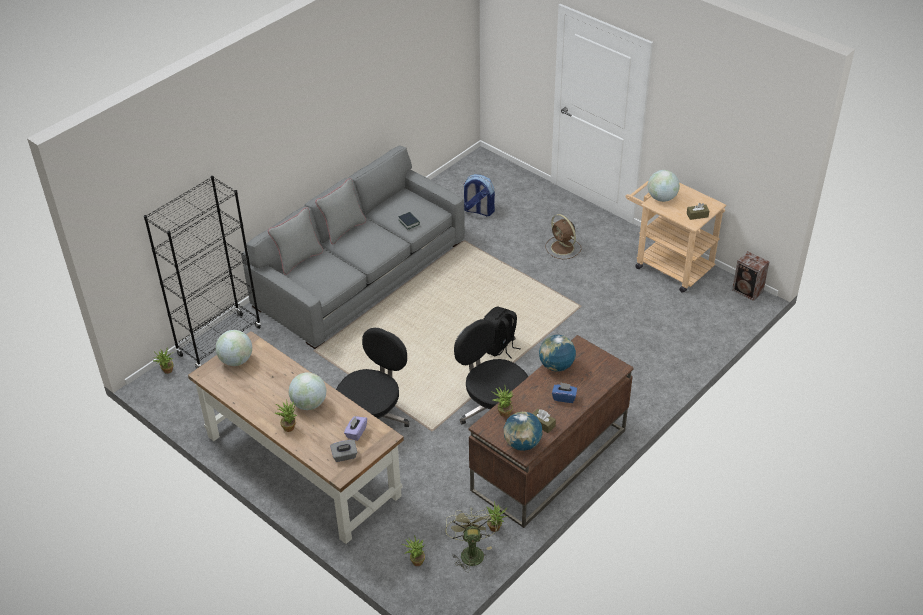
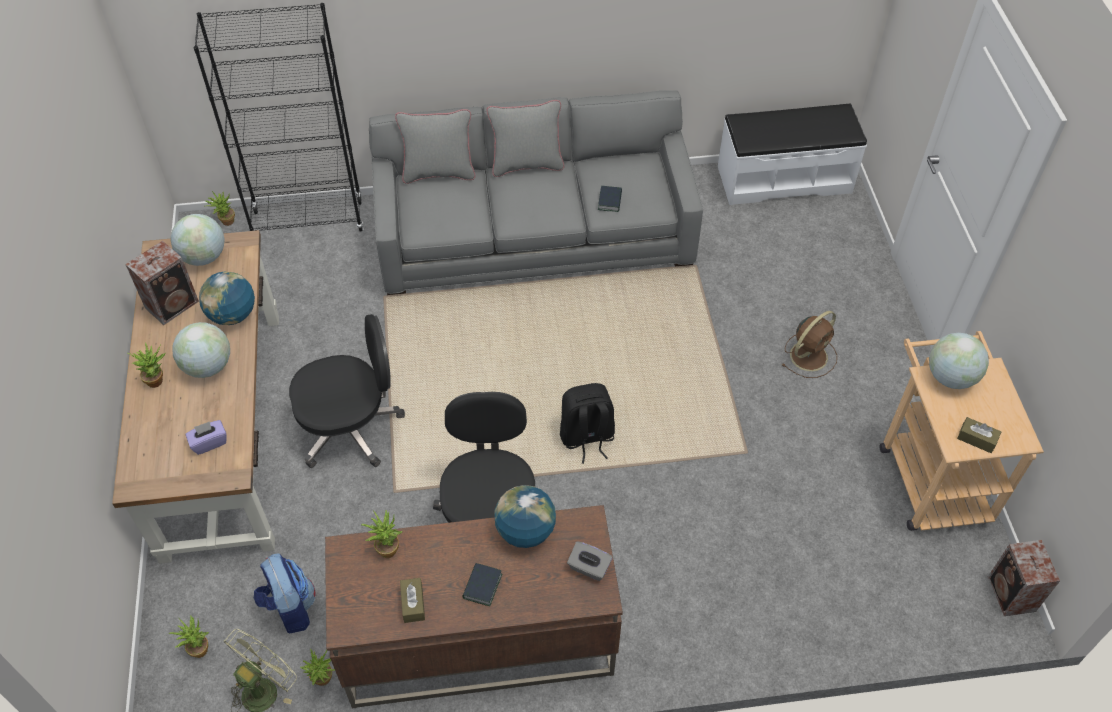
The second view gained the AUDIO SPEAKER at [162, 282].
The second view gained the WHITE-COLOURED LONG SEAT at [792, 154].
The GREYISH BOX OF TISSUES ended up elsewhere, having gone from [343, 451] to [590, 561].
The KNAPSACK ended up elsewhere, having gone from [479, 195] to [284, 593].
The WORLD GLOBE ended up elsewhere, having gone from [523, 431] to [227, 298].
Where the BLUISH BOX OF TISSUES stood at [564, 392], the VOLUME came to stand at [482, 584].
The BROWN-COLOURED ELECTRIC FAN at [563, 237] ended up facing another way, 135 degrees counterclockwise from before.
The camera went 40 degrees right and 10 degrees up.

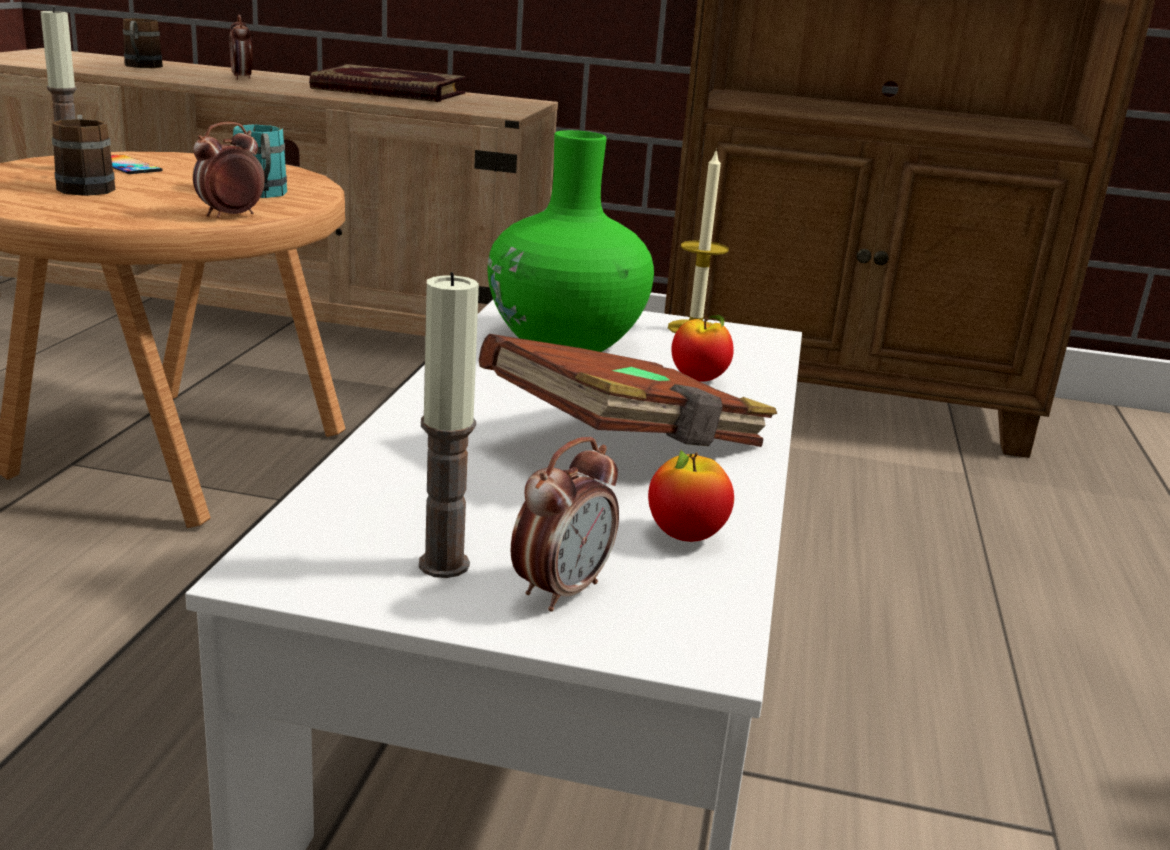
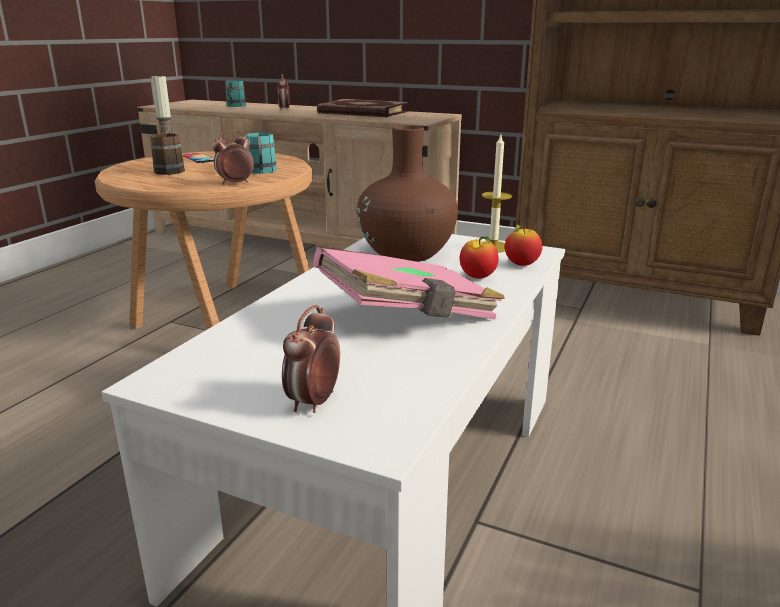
The second view lost the WAX LIGHT at [449, 425].
The WHOLE APPLE ended up elsewhere, having gone from [691, 496] to [524, 245].
What was the BROWN-COLOURED COFFEE MUG at [143, 43] turned into the TURQUOISE COFFEE MUG at [235, 93].
What was the BROWN-COLOURED VOLUME at [628, 390] turned into the PINK-COLOURED VOLUME at [409, 283].
What was the GREEN VASE at [570, 241] turned into the BROWN-COLOURED VASE at [407, 193].
The BEDSIDE CLOCK at [565, 524] ended up facing another way, 150 degrees clockwise from before.
The camera went 15 degrees right and 0 degrees up.

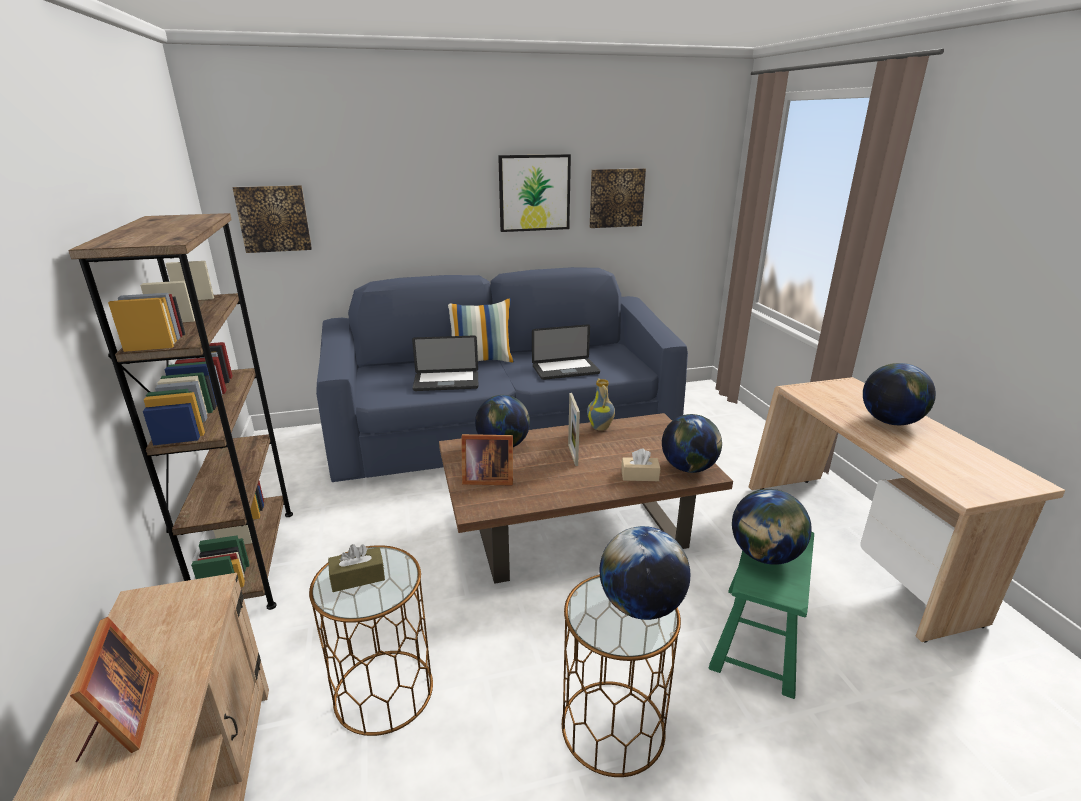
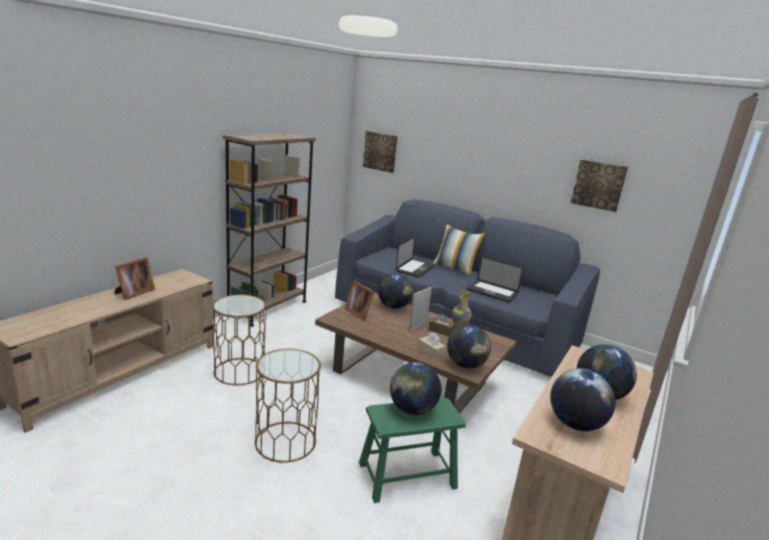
The second view lost the PICTURE at [534, 193].
The BROWN-COLOURED BOX OF TISSUES ended up elsewhere, having gone from [356, 568] to [441, 325].
The WORLD GLOBE ended up elsewhere, having gone from [645, 573] to [583, 399].
The PORTABLE COMPUTER at [445, 363] ended up facing another way, 105 degrees counterclockwise from before.
The camera went 45 degrees right and 5 degrees down.

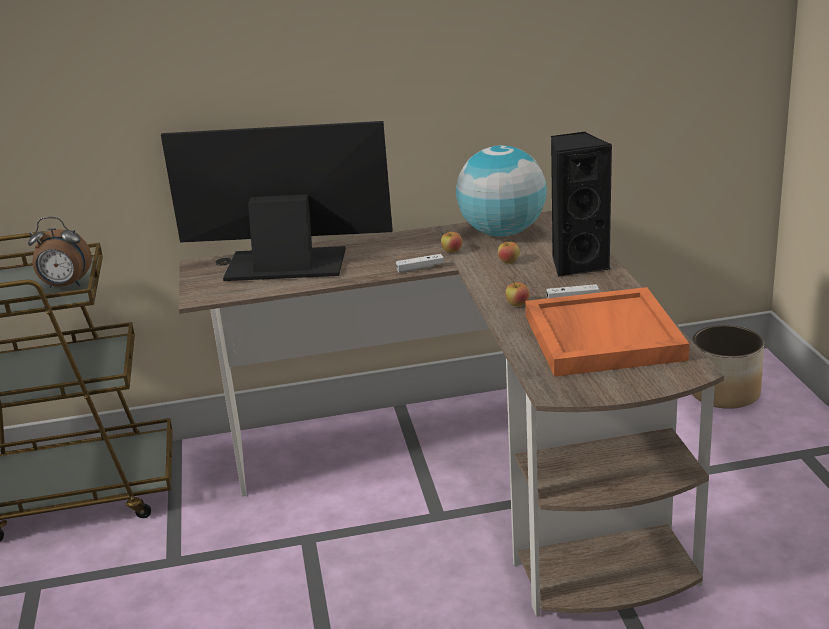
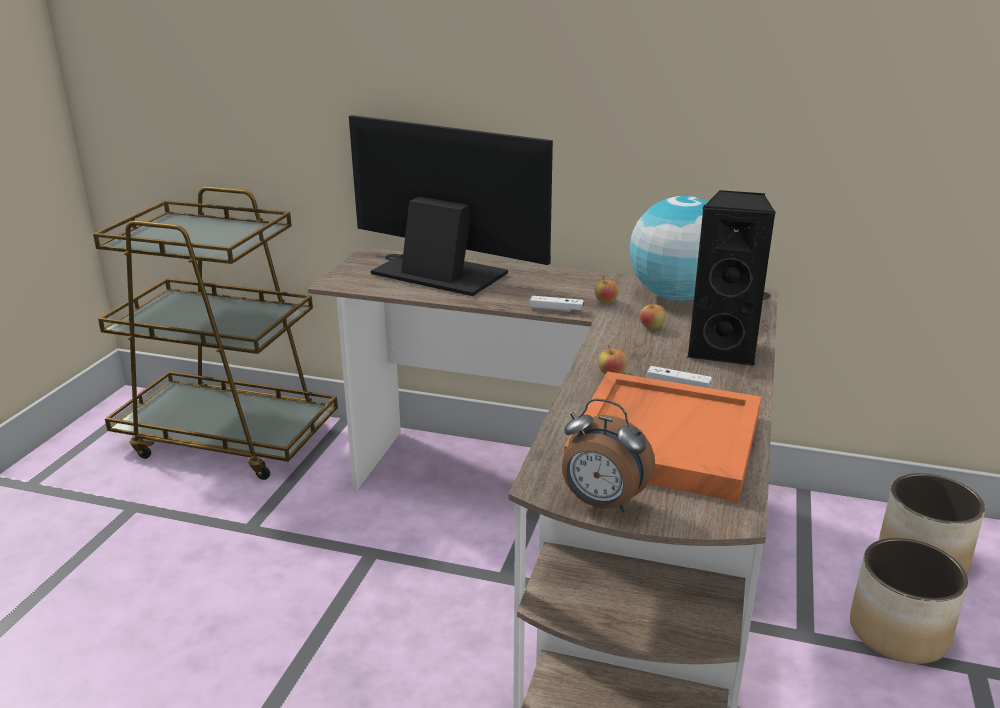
The second view gained the PLANT POT at [909, 601].
The BEDSIDE CLOCK ended up elsewhere, having gone from [60, 252] to [608, 455].
The camera went 25 degrees right and 0 degrees up.

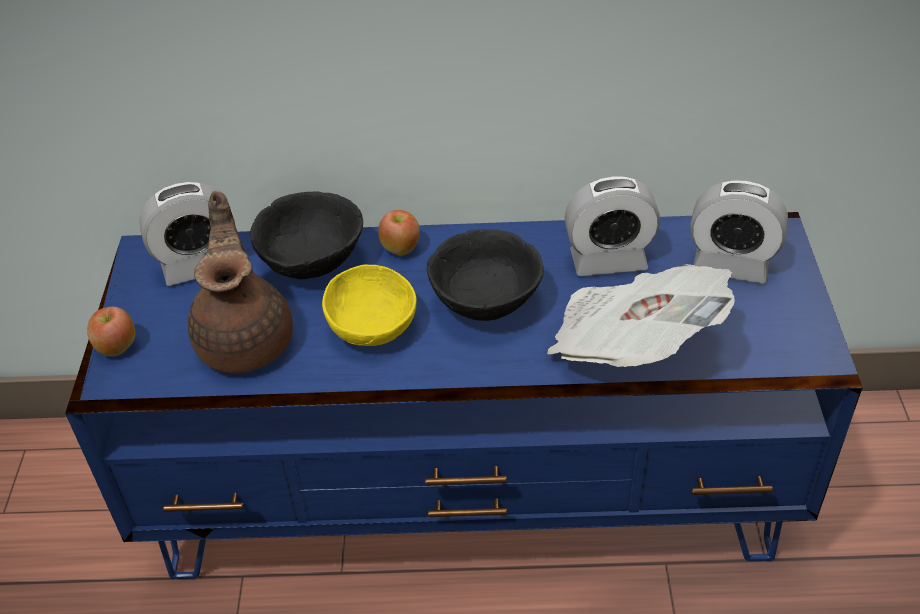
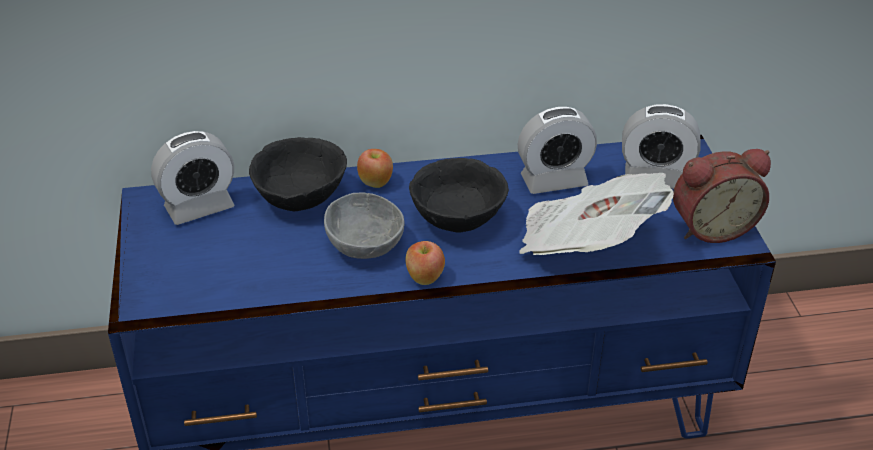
The second view lost the BROWN-COLOURED TEAPOT at [240, 282].
The second view gained the BEDSIDE CLOCK at [722, 196].
The WHOLE APPLE ended up elsewhere, having gone from [111, 331] to [425, 263].
What was the YELLOW-COLOURED SERVING BOWL at [369, 305] turned into the GREYISH SERVING BOWL at [364, 225].
The camera went 10 degrees left and 5 degrees down.

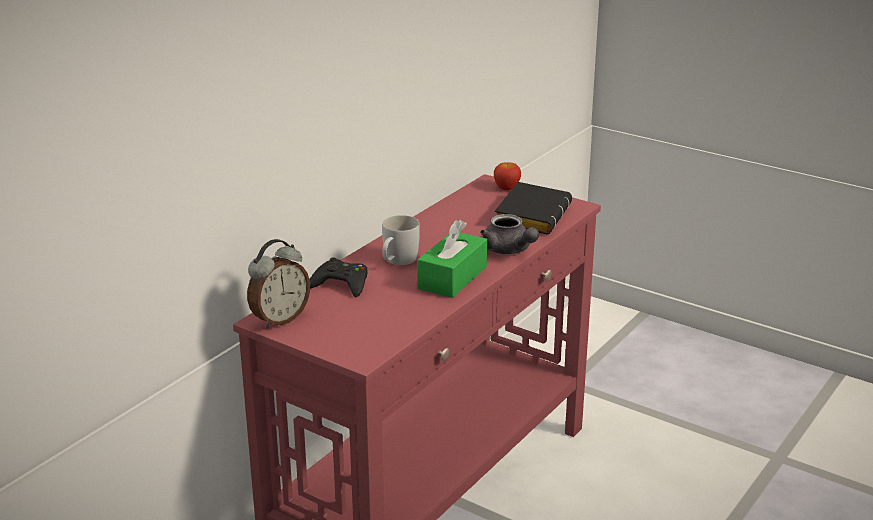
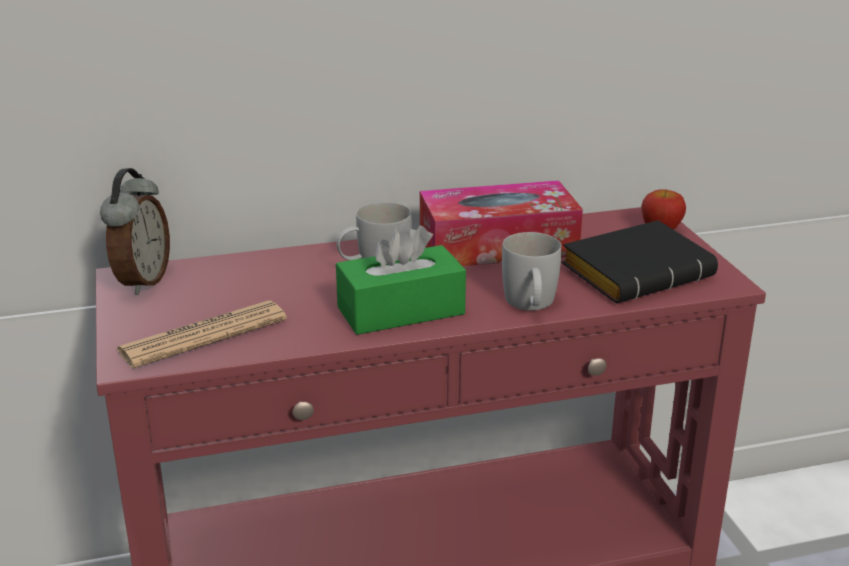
The second view lost the BLACKISH GAMEPAD at [338, 277].
The second view gained the DAILY PAPER at [201, 334].
The second view gained the BOX OF TISSUES at [501, 223].
Where the GREYISH TEAPOT stood at [509, 234], the WHITE-COLOURED COFFEE MUG came to stand at [532, 271].
The BEDSIDE CLOCK at [278, 284] ended up facing another way, 75 degrees counterclockwise from before.
The camera went 40 degrees right and 0 degrees up.

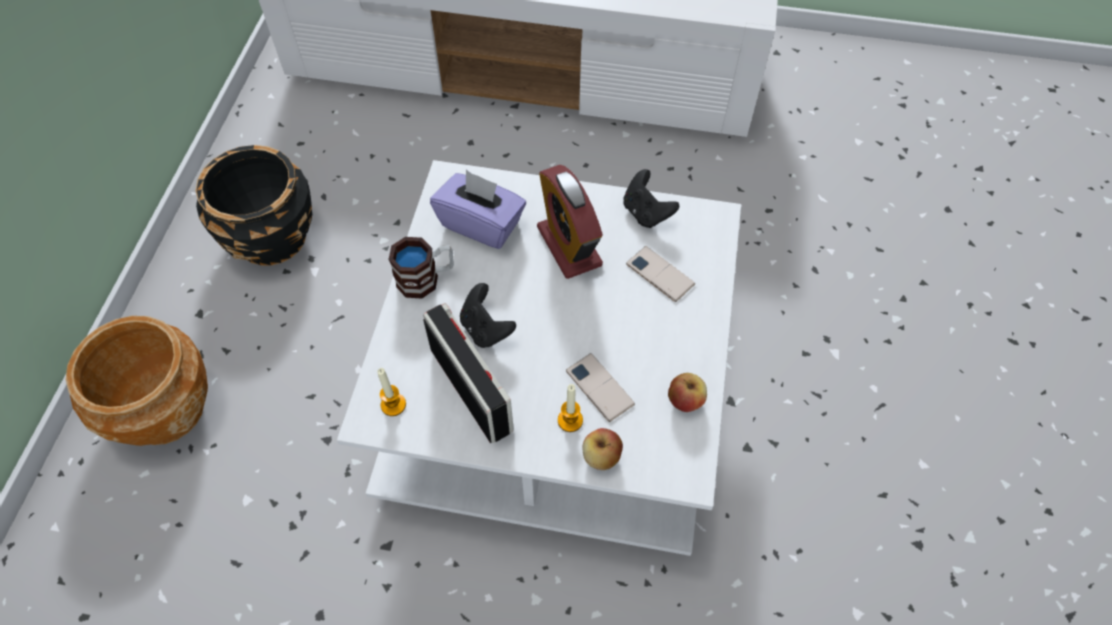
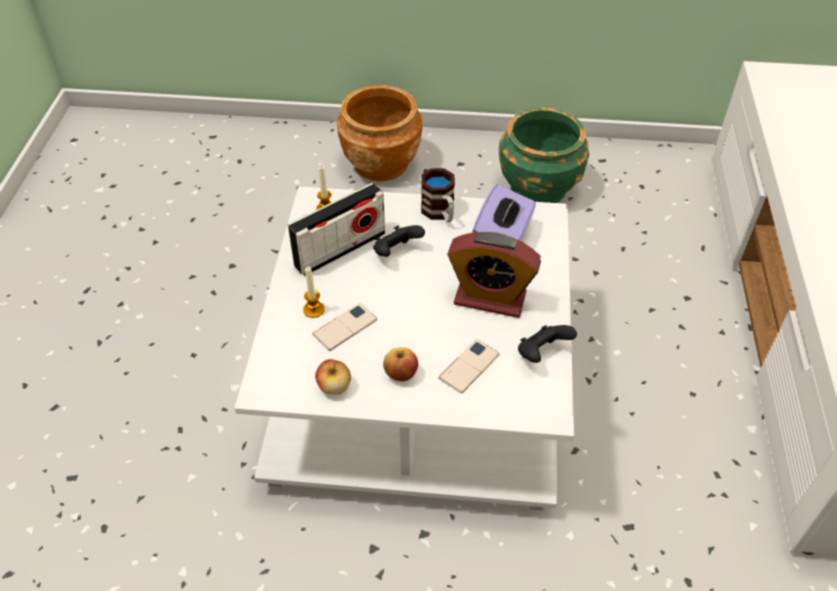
The WHOLE APPLE ended up elsewhere, having gone from [602, 449] to [400, 364].
What was the BLACKISH PLANT POT at [254, 205] turned into the GREEN PLANT POT at [544, 155].
The BEDSIDE CLOCK at [570, 222] ended up facing another way, 135 degrees counterclockwise from before.
The camera went 85 degrees right and 10 degrees down.

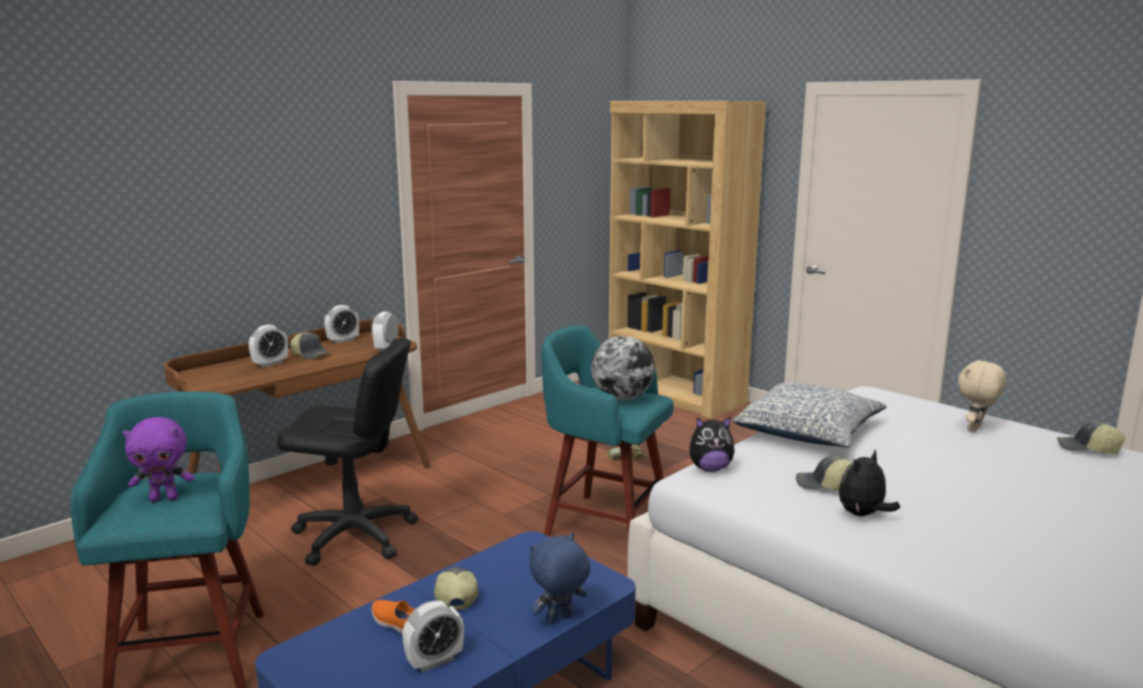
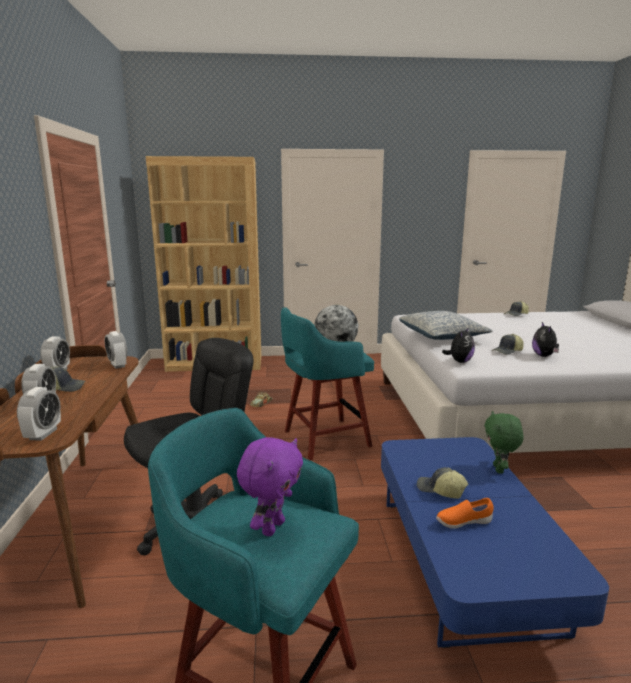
The second view lost the BEIGE-COLOURED CUDDLY TOY at [982, 396].
The BEDSIDE CLOCK ended up elsewhere, having gone from [433, 636] to [39, 414].
What was the BLUISH CUDDLY TOY at [560, 579] turned into the GREEN CUDDLY TOY at [504, 442].
The camera went 50 degrees left and 0 degrees up.

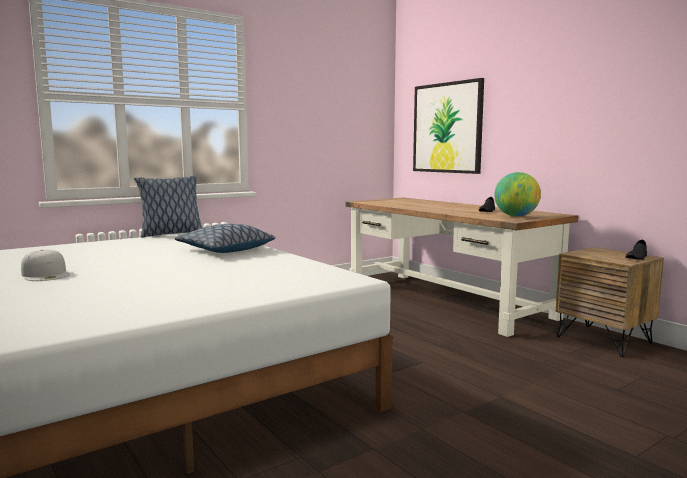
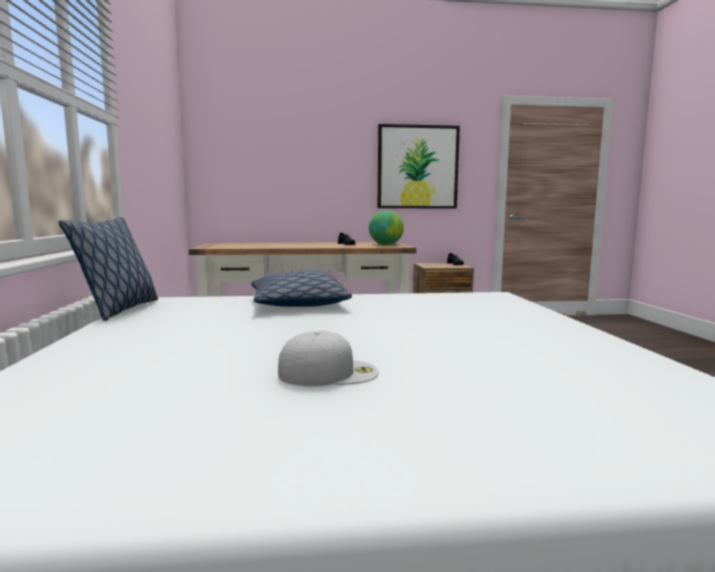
The PICTURE ended up elsewhere, having gone from [448, 126] to [419, 166].
The camera went 60 degrees left and 0 degrees up.

